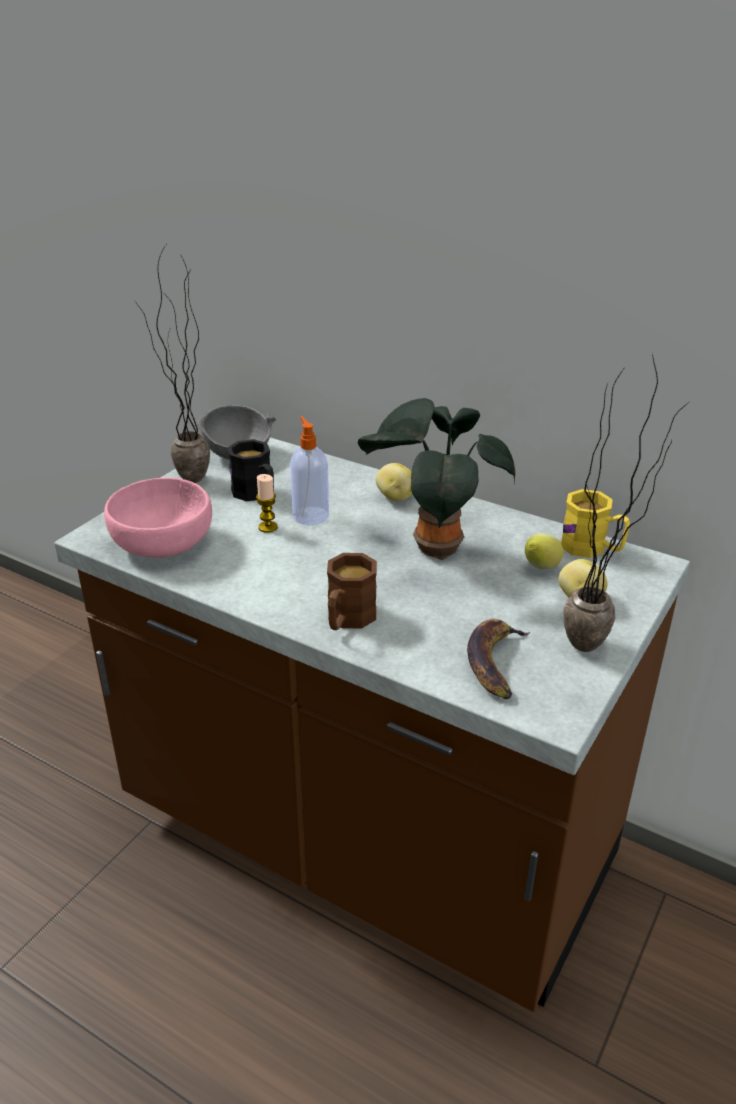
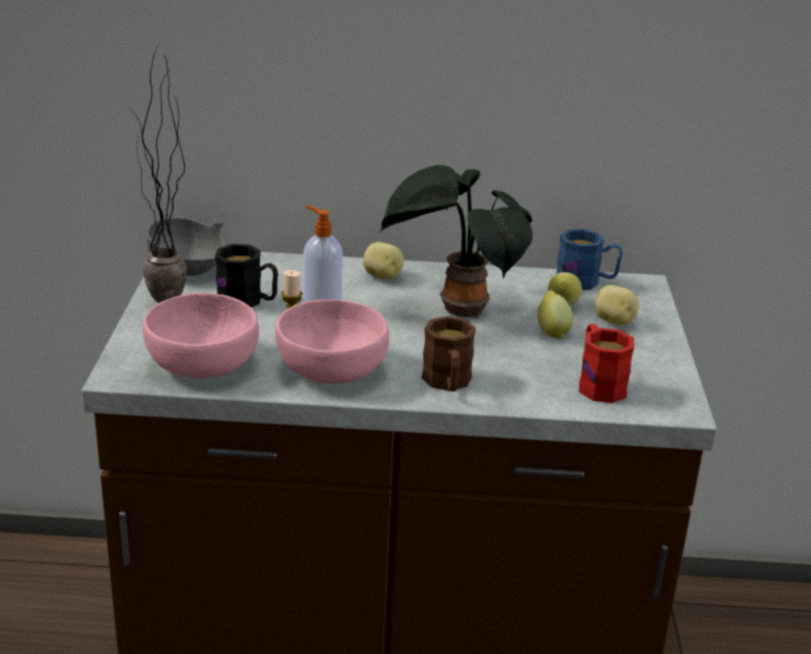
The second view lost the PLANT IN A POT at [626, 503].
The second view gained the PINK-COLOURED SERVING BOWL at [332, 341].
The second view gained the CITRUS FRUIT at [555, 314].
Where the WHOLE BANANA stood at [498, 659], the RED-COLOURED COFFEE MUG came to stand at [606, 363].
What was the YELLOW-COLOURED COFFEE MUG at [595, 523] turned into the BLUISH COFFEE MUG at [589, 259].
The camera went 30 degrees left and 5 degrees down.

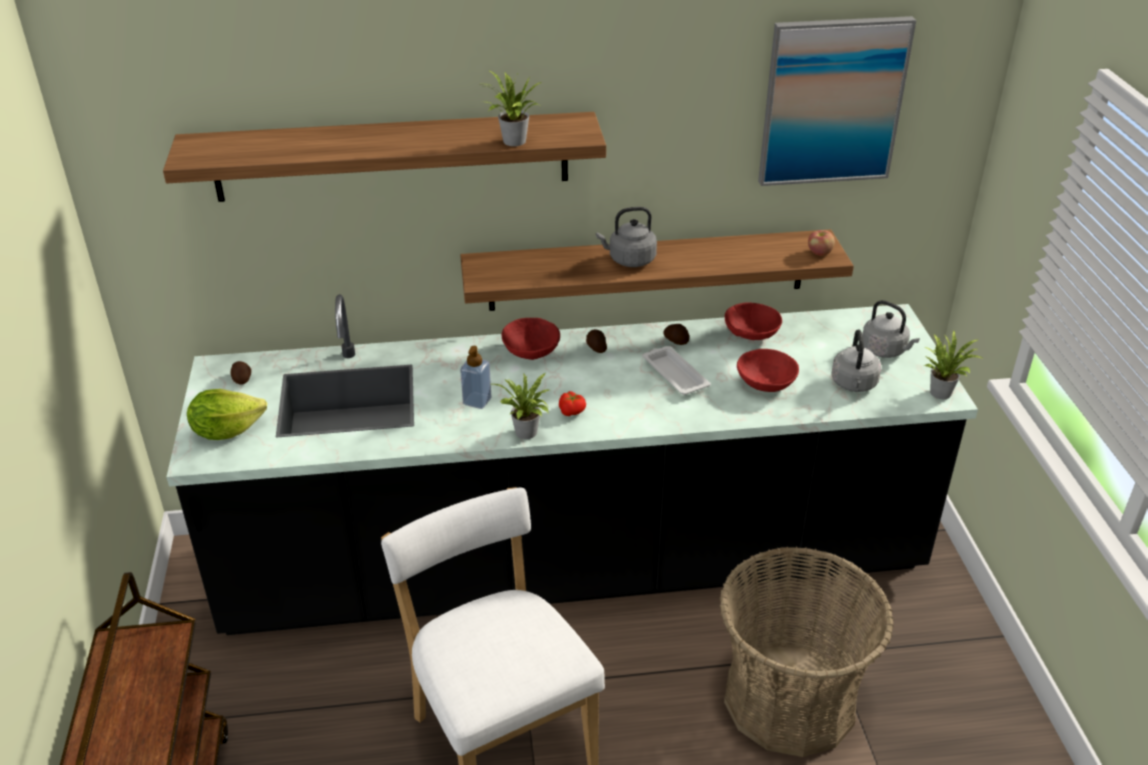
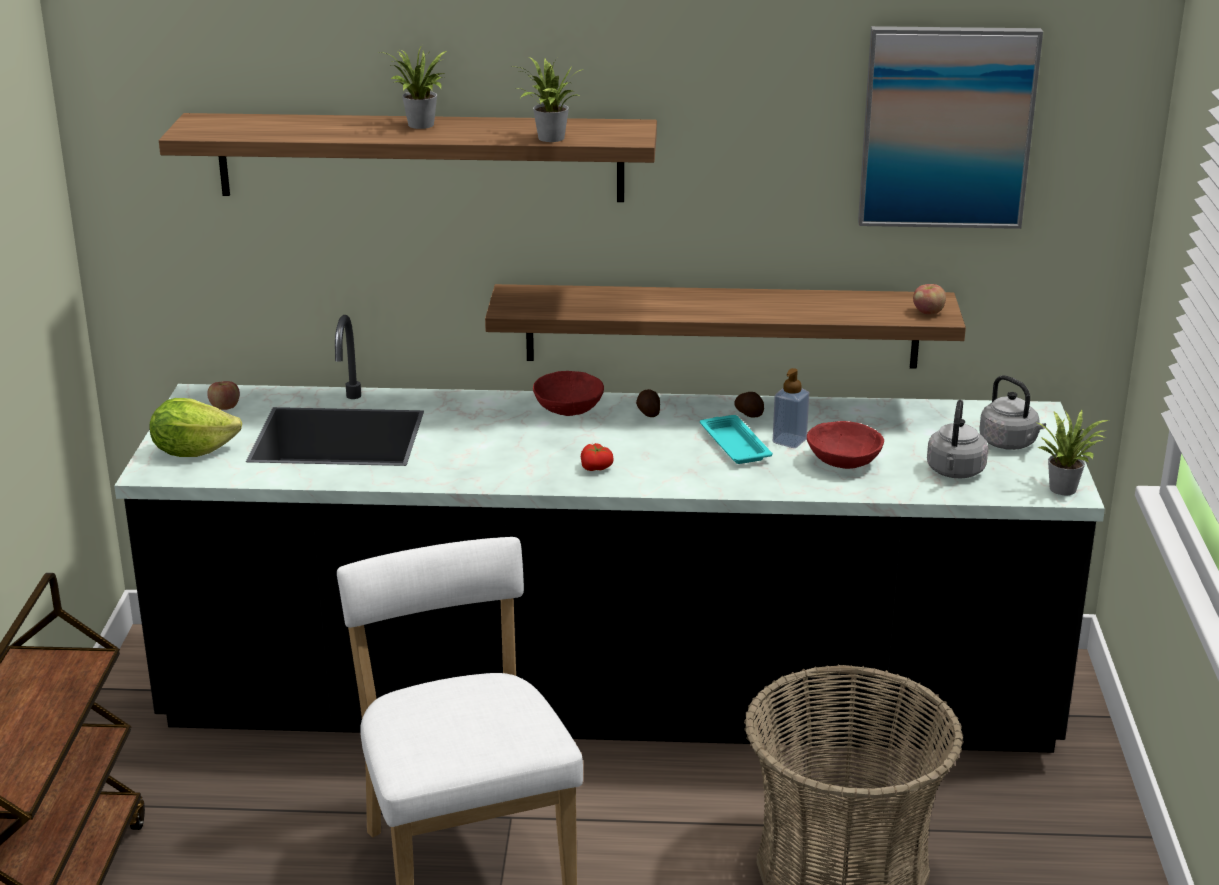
The second view lost the GREYISH KETTLE at [626, 237].
The second view lost the RED-COLOURED SERVING BOWL at [753, 321].
The SOAP BOTTLE ended up elsewhere, having gone from [475, 377] to [791, 408].
The PLANT IN A POT ended up elsewhere, having gone from [521, 406] to [413, 87].
Where the SPUD stood at [241, 373], the WHOLE APPLE came to stand at [223, 395].
What was the WHITE-COLOURED SERVING TRAY at [676, 370] turned into the TURQUOISE SERVING TRAY at [736, 439].
The camera went 10 degrees right and 10 degrees down.

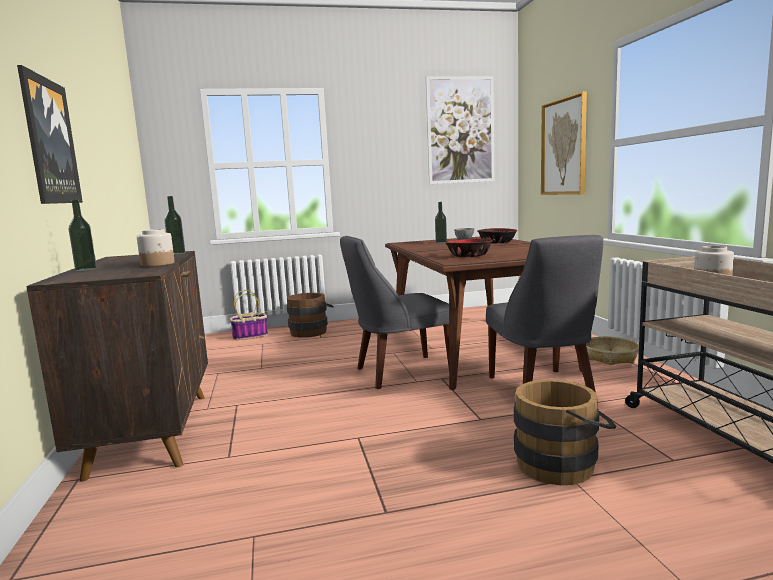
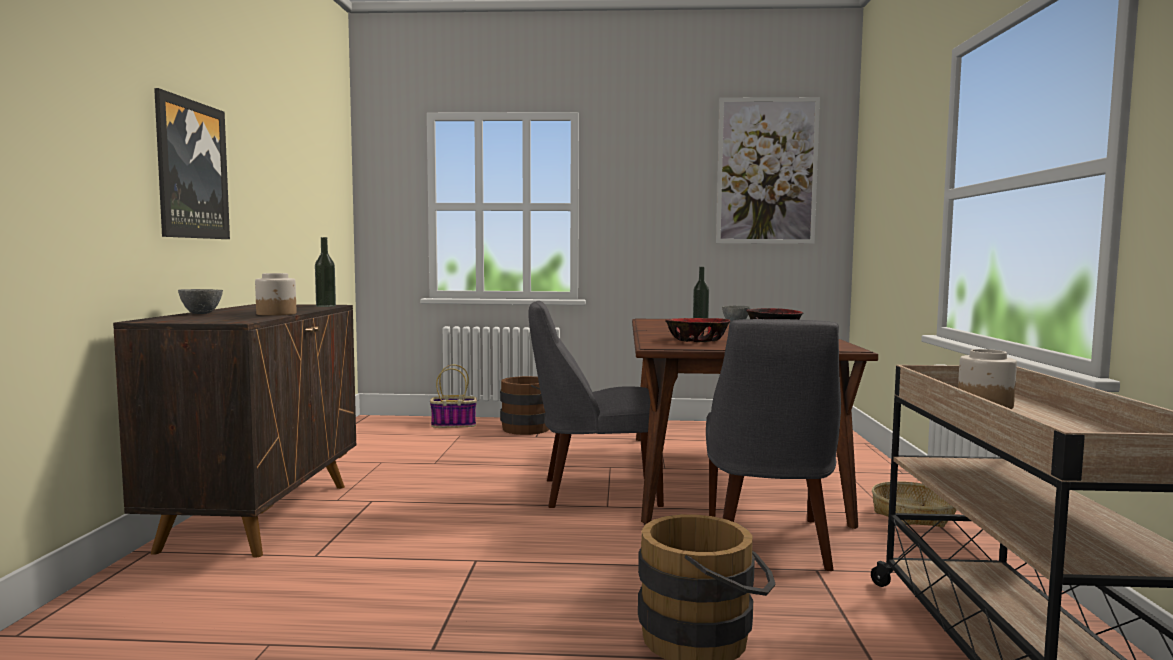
The second view lost the PICTURE at [564, 143].
Where the BOTTLE stood at [83, 235], the GREYISH SERVING BOWL came to stand at [200, 301].
The camera went 15 degrees right and 5 degrees down.

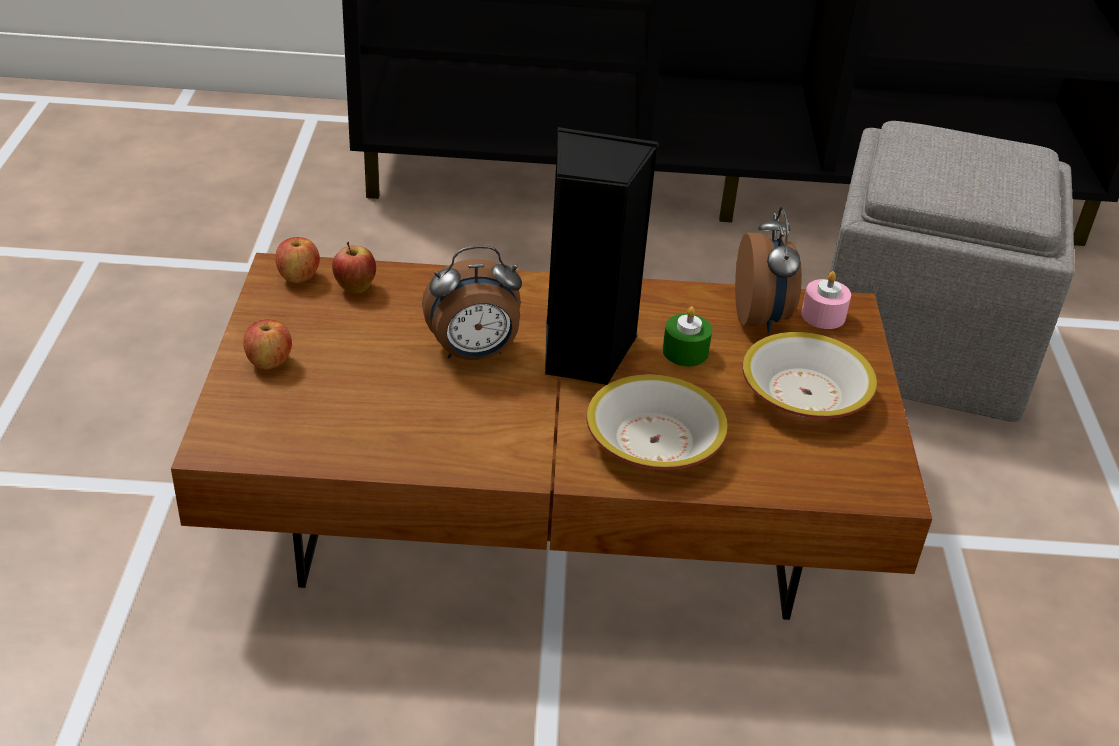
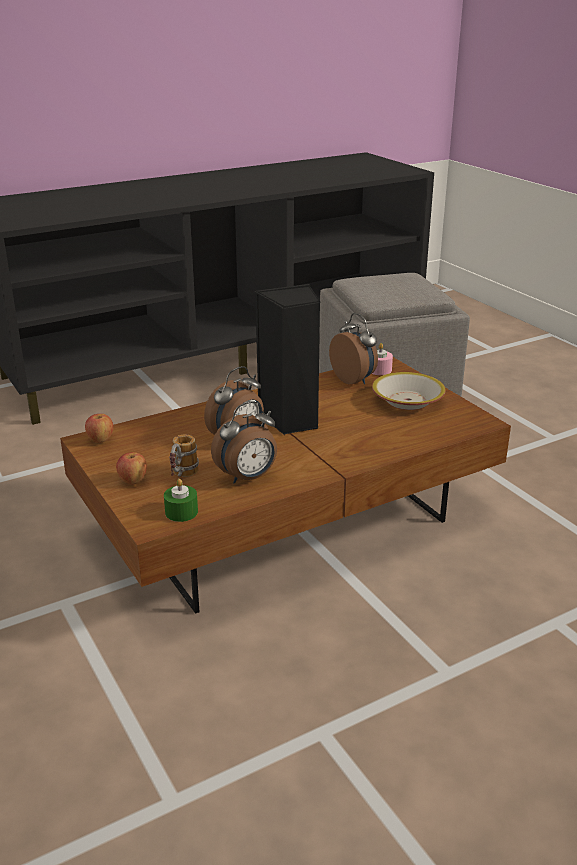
The second view lost the WHOLE APPLE at [354, 267].
The second view lost the SERVING BOWL at [657, 422].
The second view gained the COFFEE MUG at [184, 455].
The second view gained the BEDSIDE CLOCK at [244, 442].
The GREEN WAX LIGHT ended up elsewhere, having gone from [687, 336] to [181, 500].
The camera went 30 degrees left and 10 degrees down.

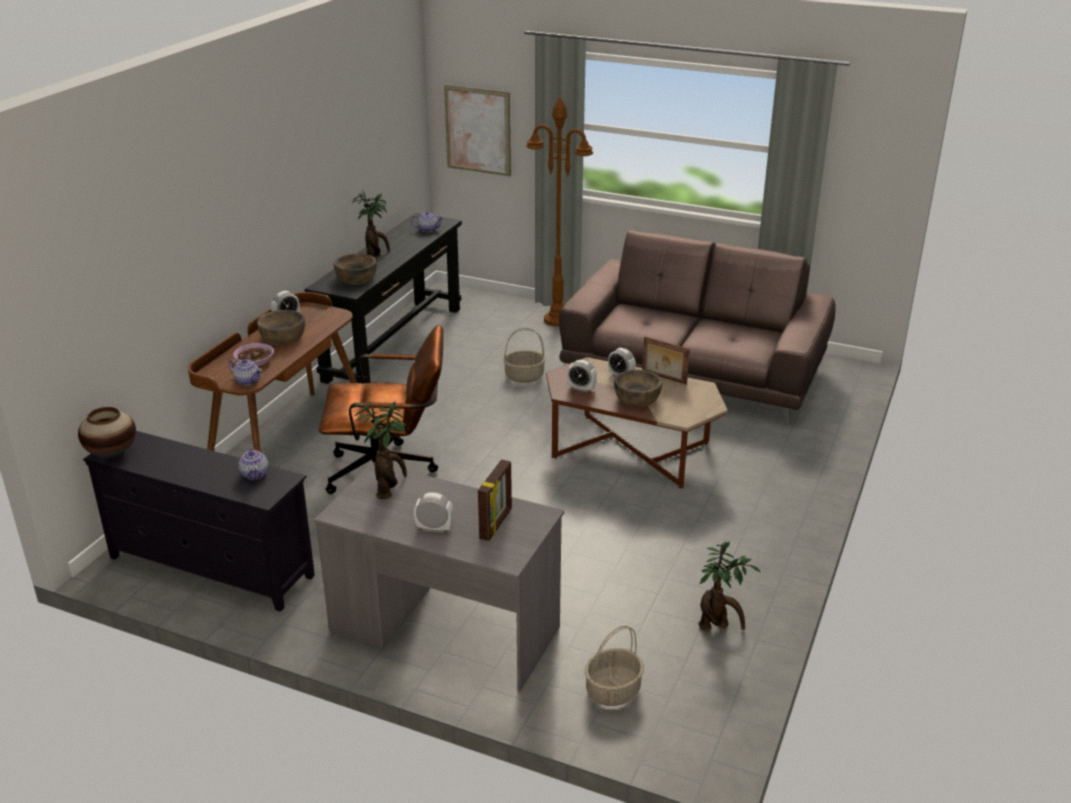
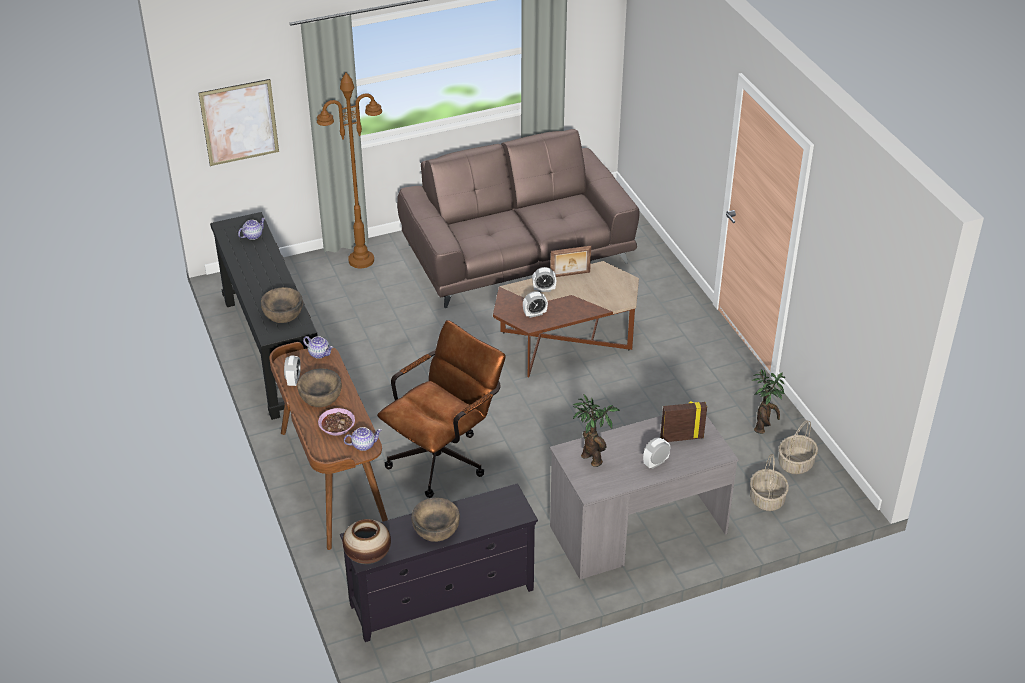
The second view lost the PLANT IN A POT at [371, 225].
The TEAPOT ended up elsewhere, having gone from [253, 462] to [318, 347].
The BASKET ended up elsewhere, having gone from [524, 355] to [798, 447].
The BROWN-COLOURED SERVING BOWL ended up elsewhere, having gone from [638, 388] to [435, 520].
The PICTURE FRAME at [495, 500] ended up facing another way, 75 degrees counterclockwise from before.
The camera went 45 degrees left and 10 degrees up.

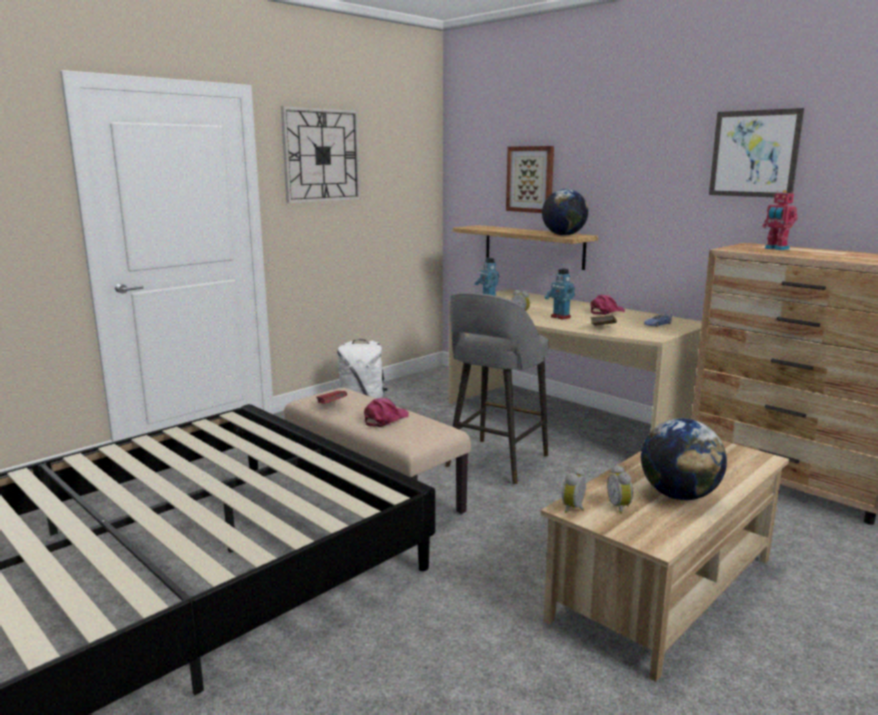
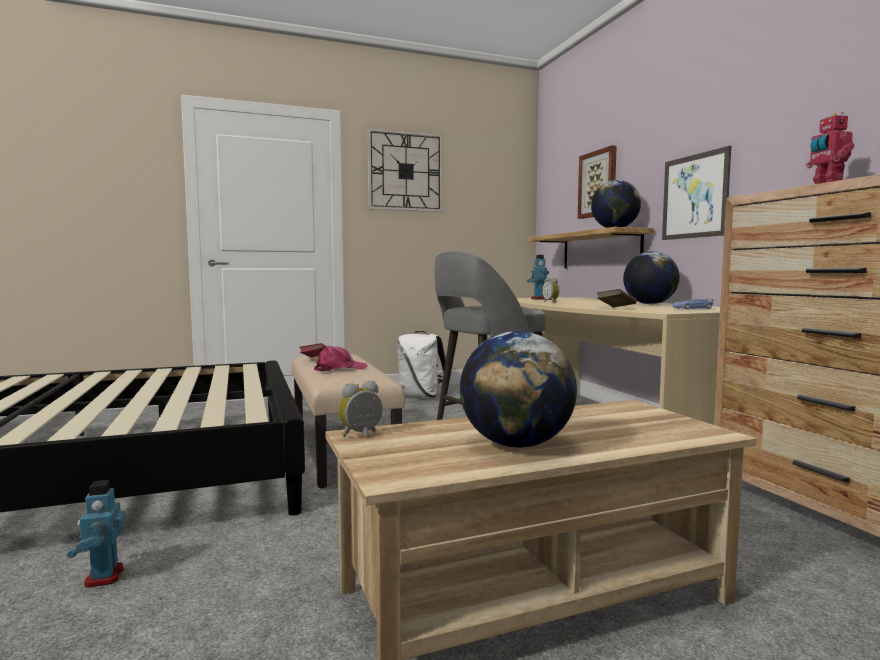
The second view lost the BEDSIDE CLOCK at [620, 489].
The MODEL ROBOT ended up elsewhere, having gone from [559, 294] to [96, 533].
The PICTURE ended up elsewhere, having gone from [756, 152] to [696, 193].
Where the PINK-COLOURED CAP stood at [607, 305], the WORLD GLOBE came to stand at [651, 277].
The camera went 25 degrees right and 10 degrees down.

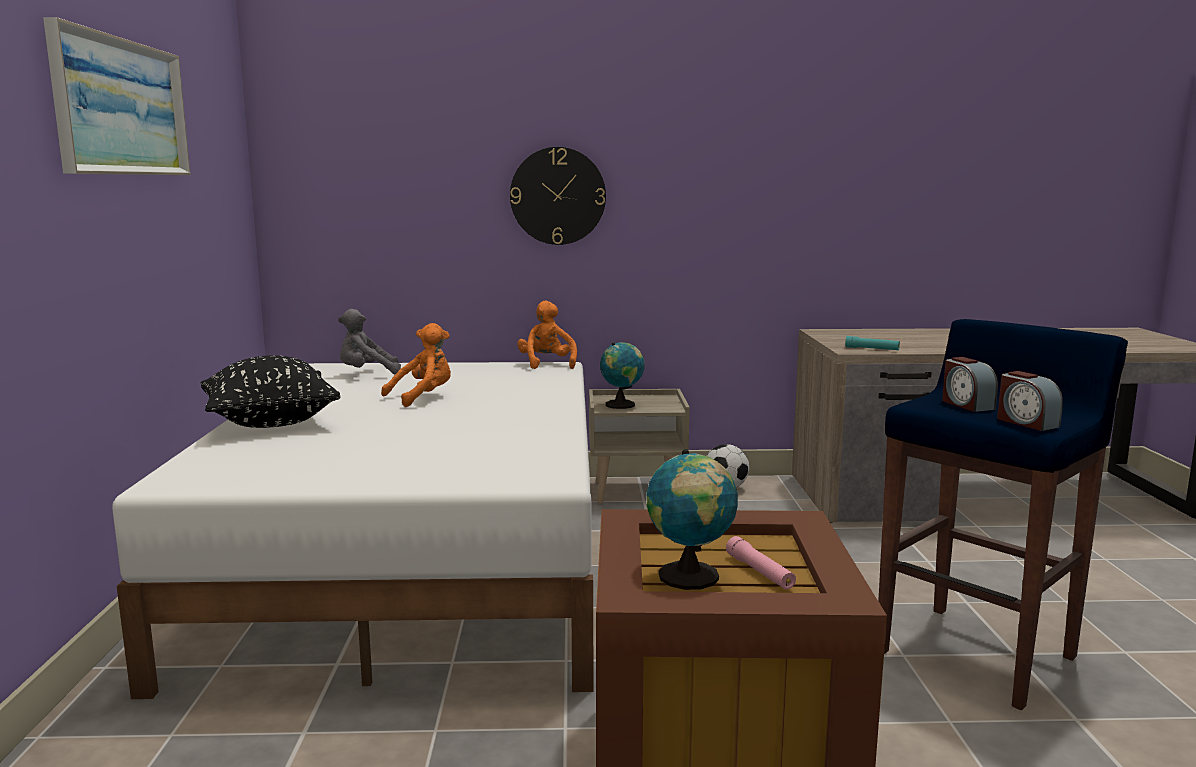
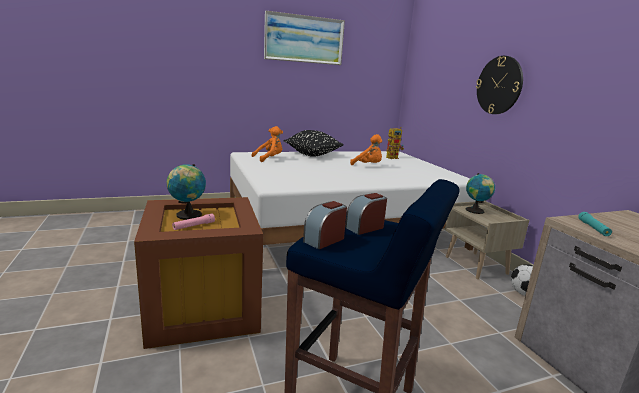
The ORANGEY CUDDLY TOY ended up elsewhere, having gone from [547, 335] to [267, 144].
Where the GREYISH CUDDLY TOY stood at [369, 341], the MODEL ROBOT came to stand at [395, 143].
The camera went 70 degrees right and 5 degrees up.

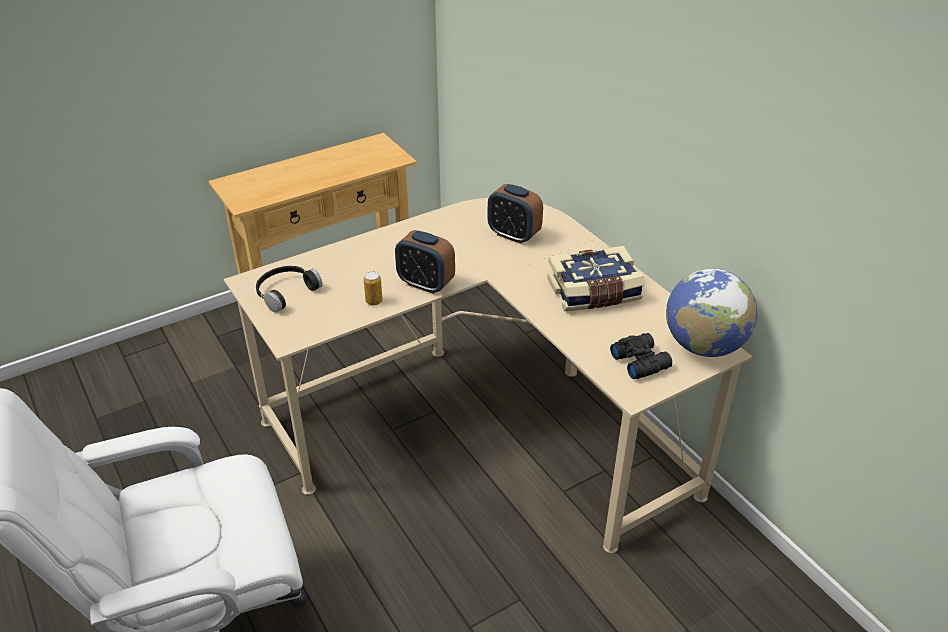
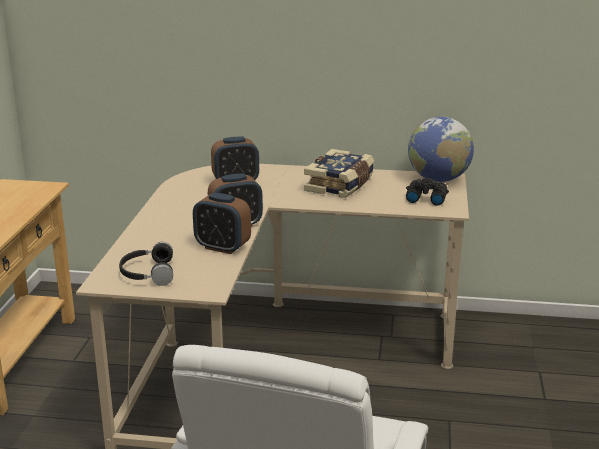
Where the CAN stood at [373, 288], the BEDSIDE CLOCK came to stand at [222, 223].
The camera went 50 degrees left and 15 degrees down.

